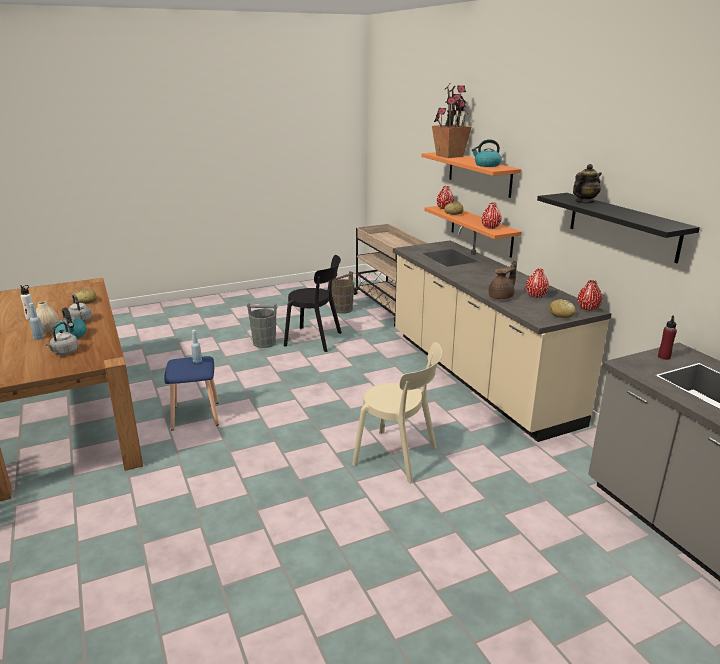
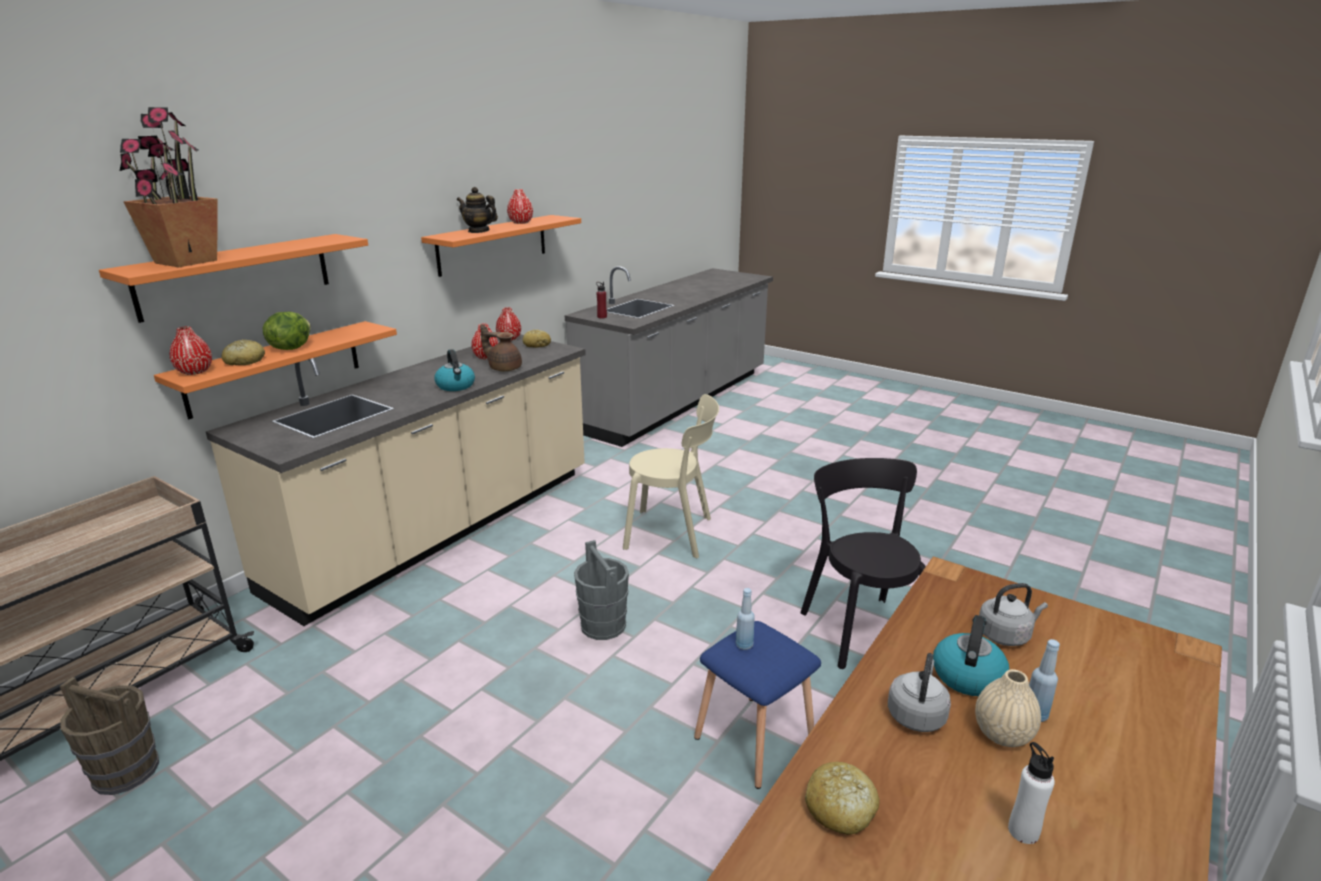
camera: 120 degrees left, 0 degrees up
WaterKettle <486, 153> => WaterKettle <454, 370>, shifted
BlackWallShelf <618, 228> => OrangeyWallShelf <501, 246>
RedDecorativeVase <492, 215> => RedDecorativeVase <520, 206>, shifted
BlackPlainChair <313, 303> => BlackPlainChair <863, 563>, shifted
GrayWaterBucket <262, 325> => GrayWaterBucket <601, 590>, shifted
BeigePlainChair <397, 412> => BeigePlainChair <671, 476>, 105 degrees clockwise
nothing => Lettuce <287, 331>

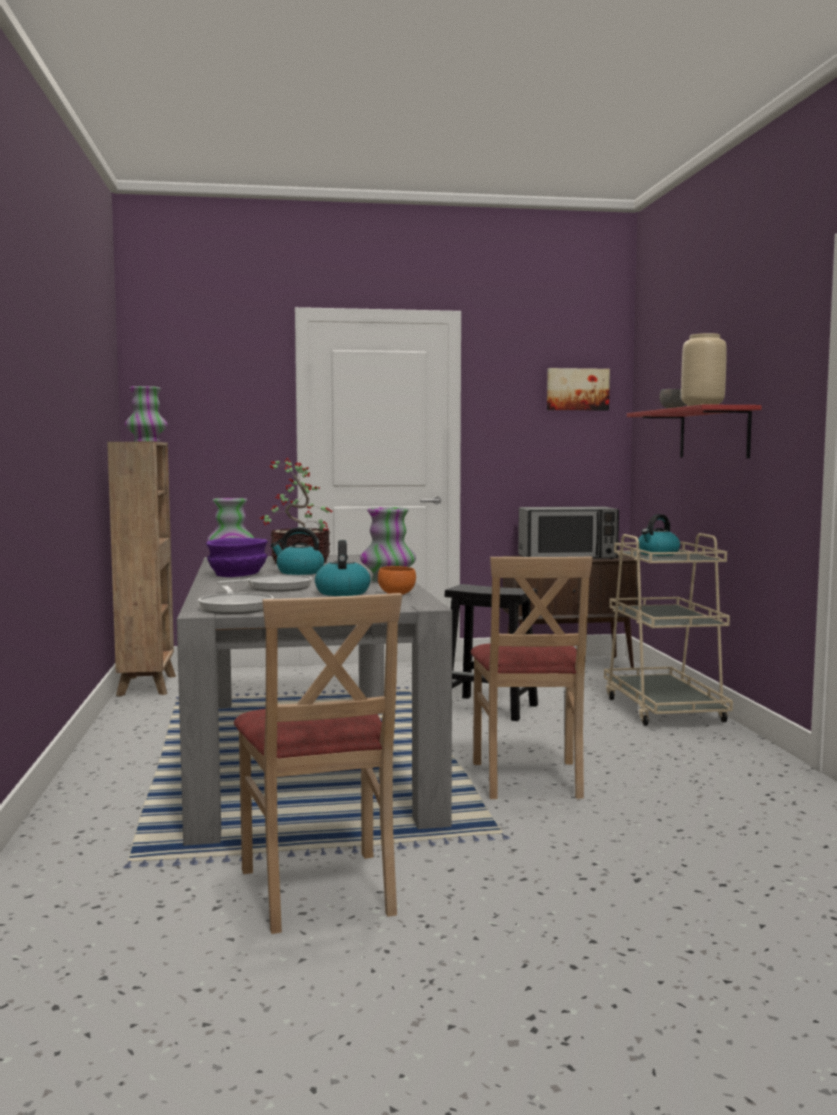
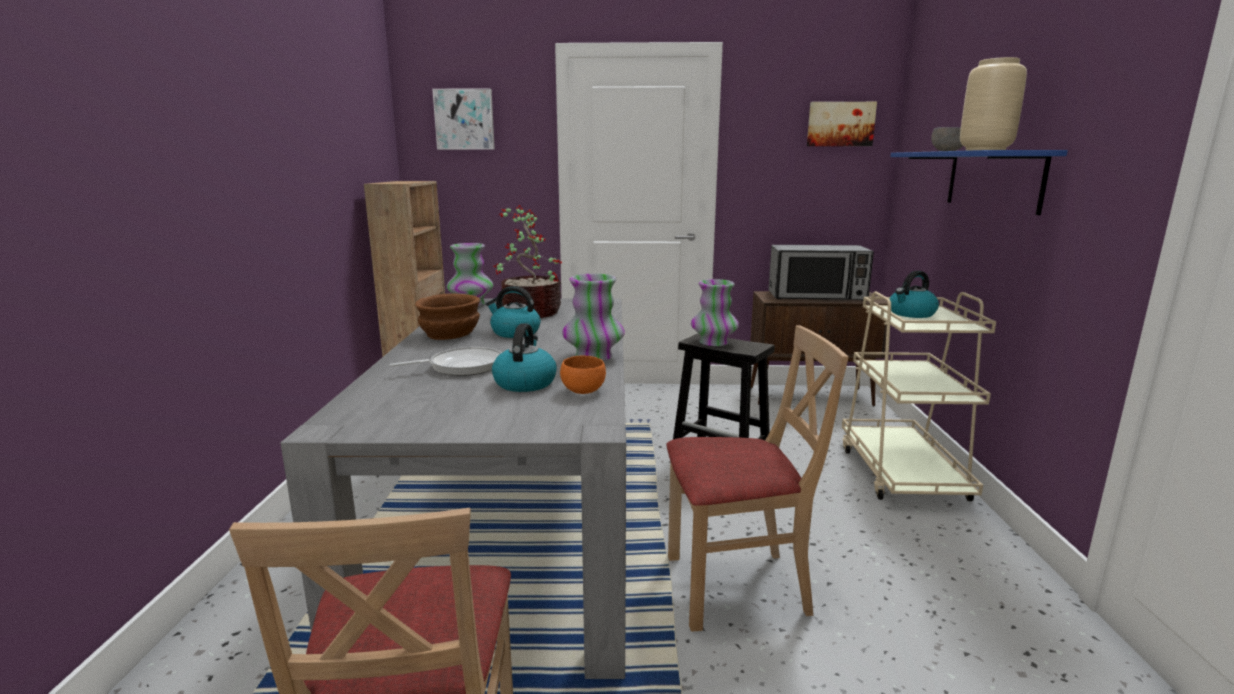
camera: 10 degrees right, 10 degrees up
DecorativeVase <146, 414> => DecorativeVase <715, 312>, shifted
RedWallShelf <694, 431> => BlueWallShelf <979, 182>
PurpleColouredBowl <237, 557> => BrownColouredBowl <447, 317>
BeigePlainChair <532, 677> => BeigePlainChair <757, 478>, 105 degrees counterclockwise
FryingPan <236, 600> => nothing
nothing => WallPicture <463, 119>

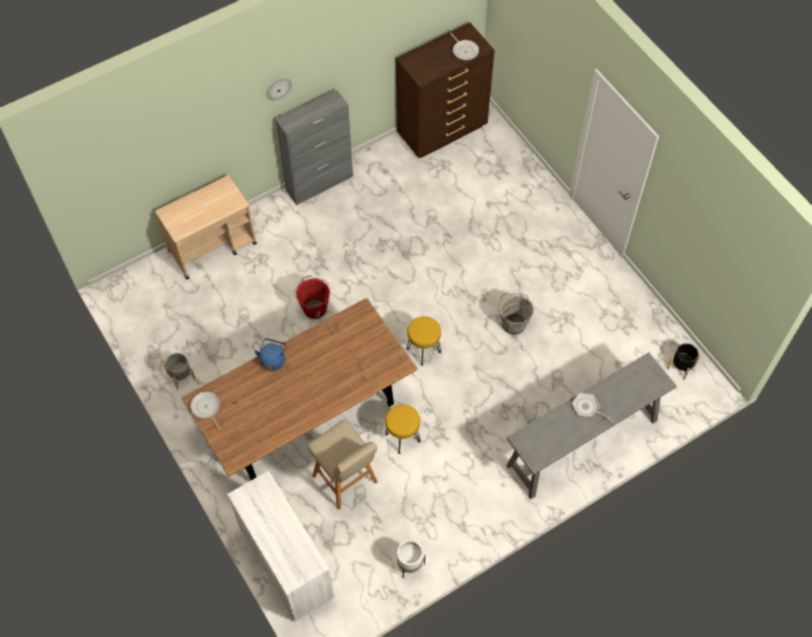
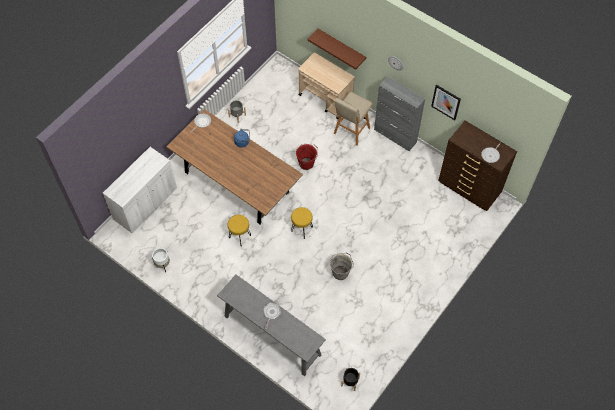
camera: 70 degrees right, 0 degrees up
BeigeStoolSeat <343, 465> => BeigeStoolSeat <353, 119>, shifted
nothing => BrownColouredWallShelf <337, 49>
nothing => WallPicture <446, 102>

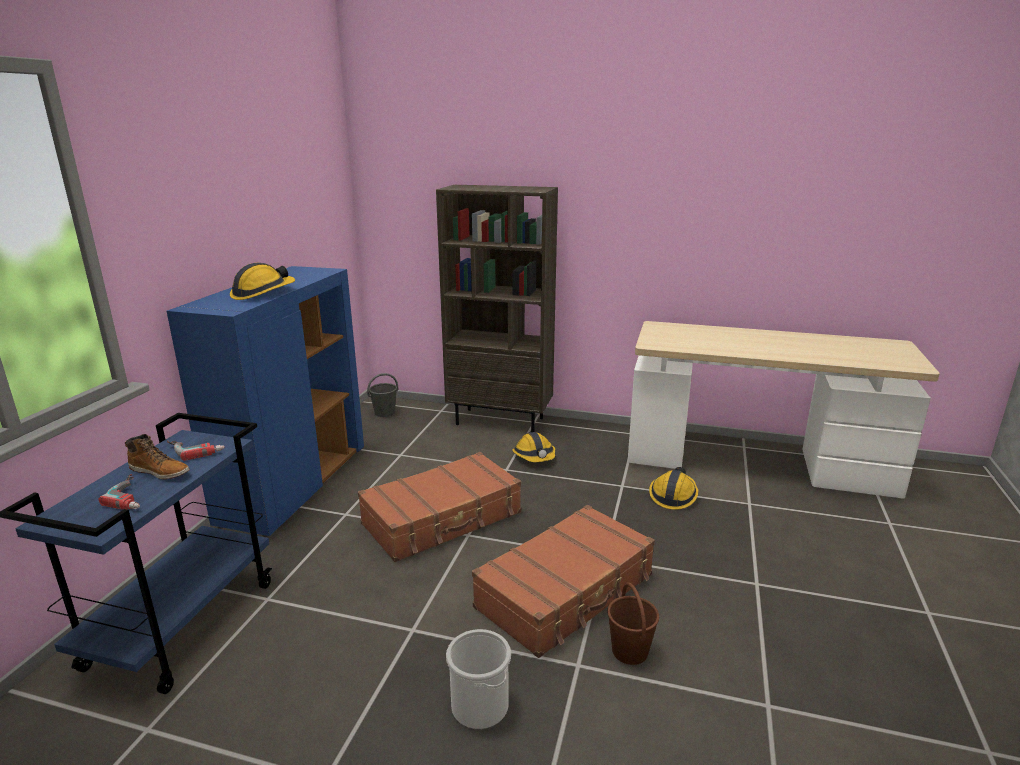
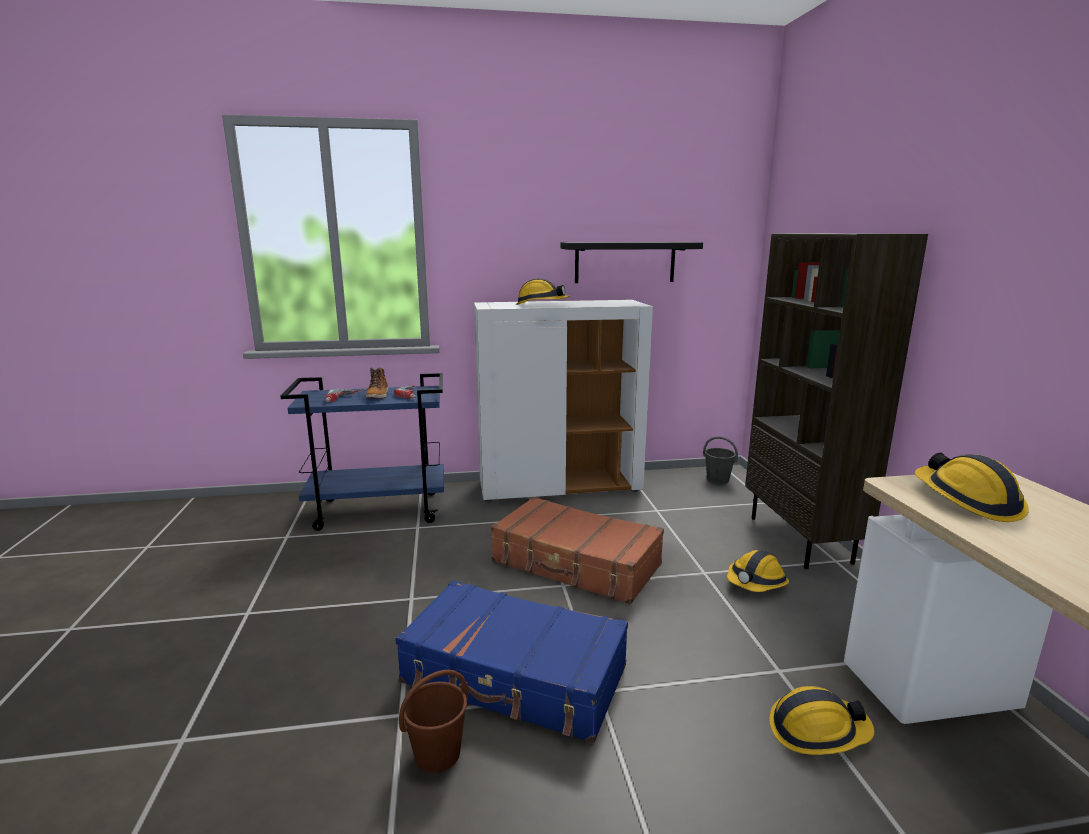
camera: 65 degrees right, 5 degrees down
BlueCabinet <265, 401> => WhitishCabinet <563, 401>
BrownColouredTravelCase <563, 581> => BlueTravelCase <511, 661>
WaterBucket <478, 679> => nothing
nothing => BlackWallShelf <632, 262>
nothing => SafetyHelmet <972, 487>

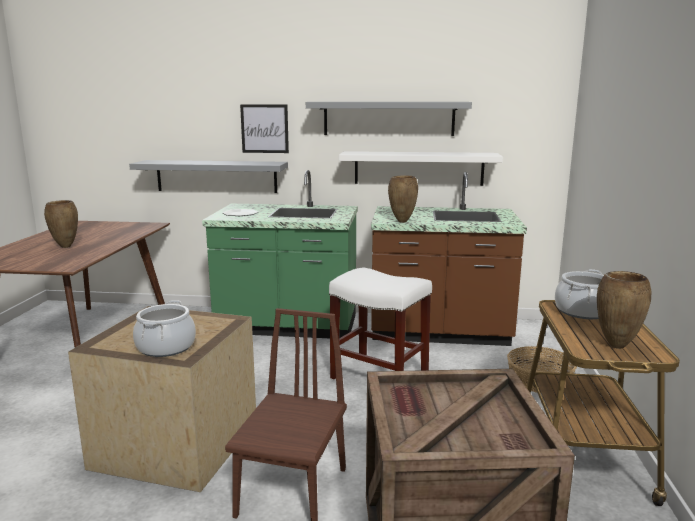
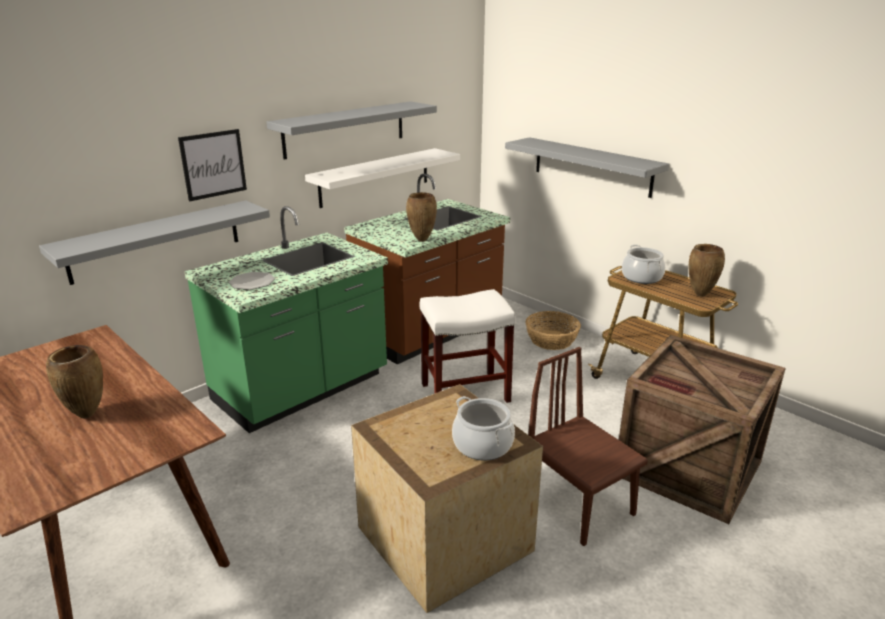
camera: 50 degrees left, 10 degrees up
nothing => GrayWallShelf <587, 167>

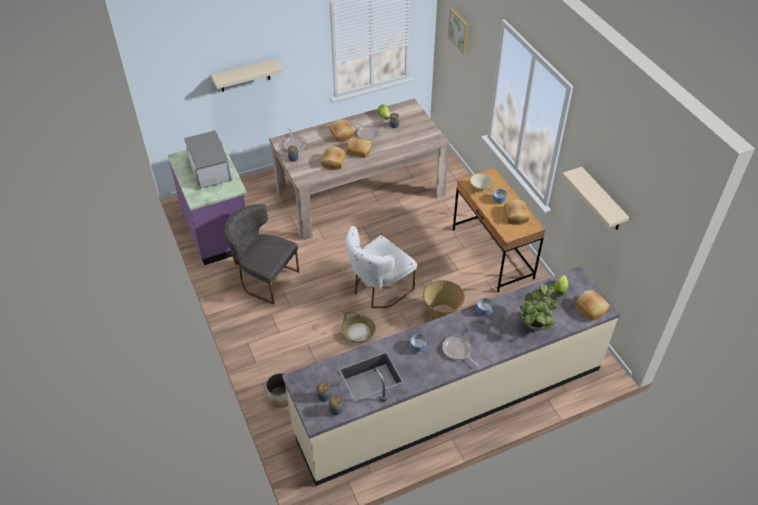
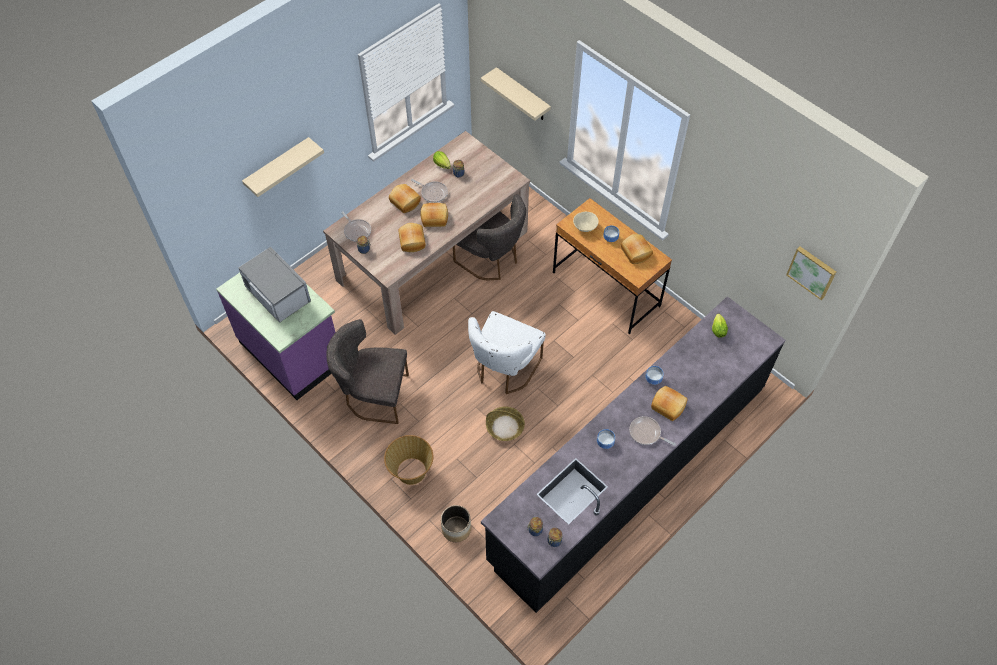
camera: 20 degrees left, 10 degrees up
WallPicture <458, 31> => WallPicture <811, 273>, shifted
BeigeWallShelf <595, 198> => BeigeWallShelf <516, 94>, shifted
BeigeKitchenBaseUnit <451, 376> => BlackKitchenBaseUnit <633, 454>
StorageBasket <444, 300> => StorageBasket <409, 460>, shifted
PlantInAPot <538, 306> => nothing
BakeryBread <592, 305> => BakeryBread <669, 403>, shifted
nothing => GrayPlainChair <489, 237>

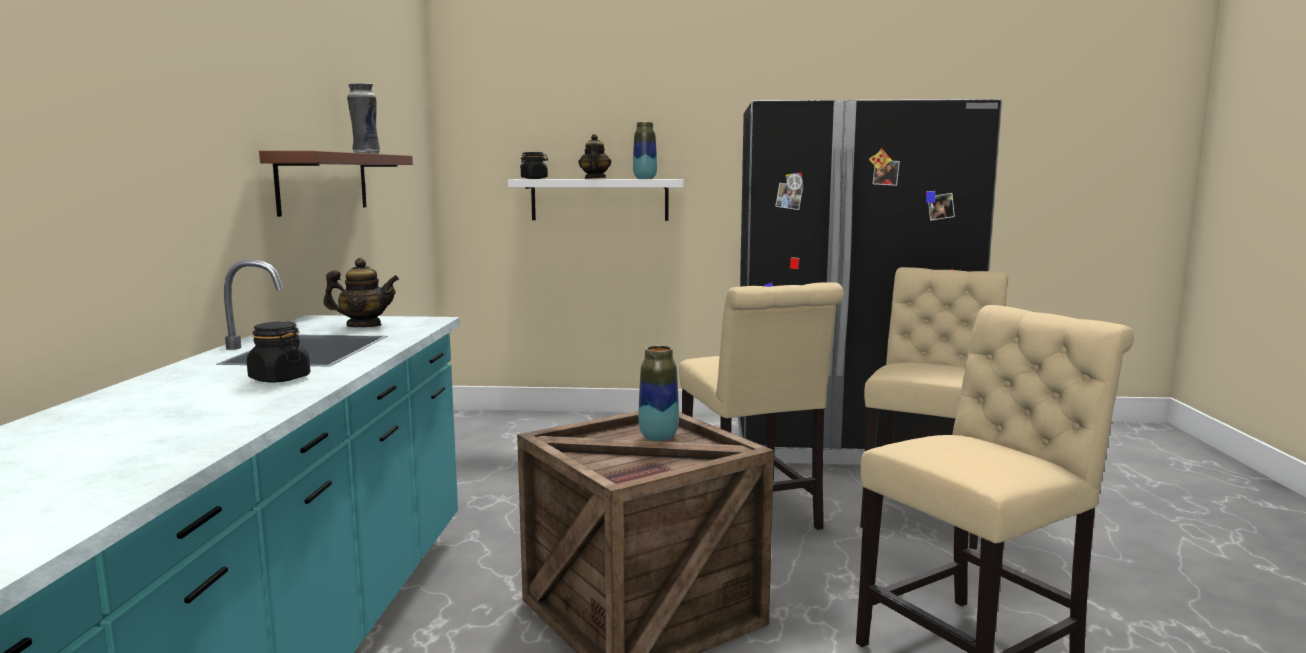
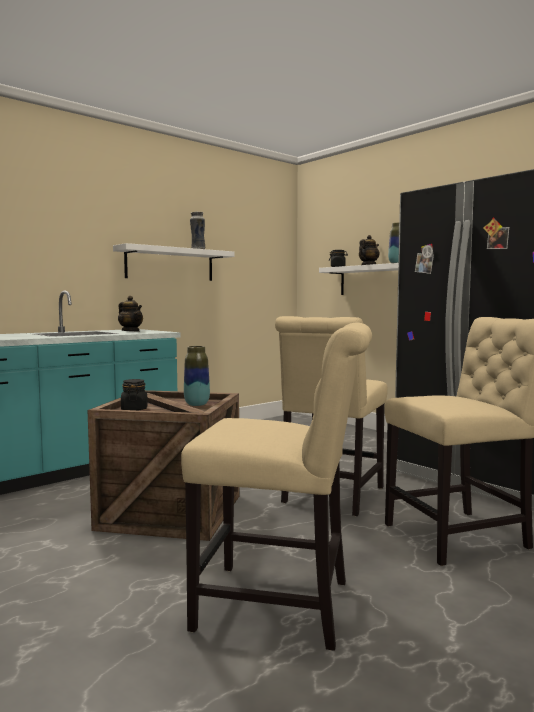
camera: 45 degrees right, 5 degrees down
BrownColouredWallShelf <336, 184> => WhitishWallShelf <174, 262>
BlackStorageJar <278, 351> => BlackStorageJar <134, 394>, shifted

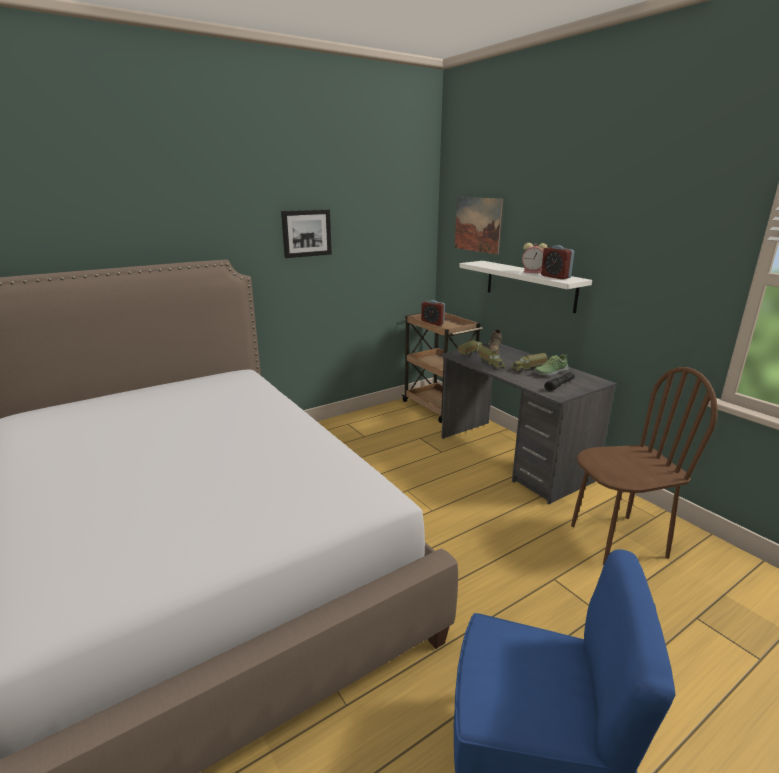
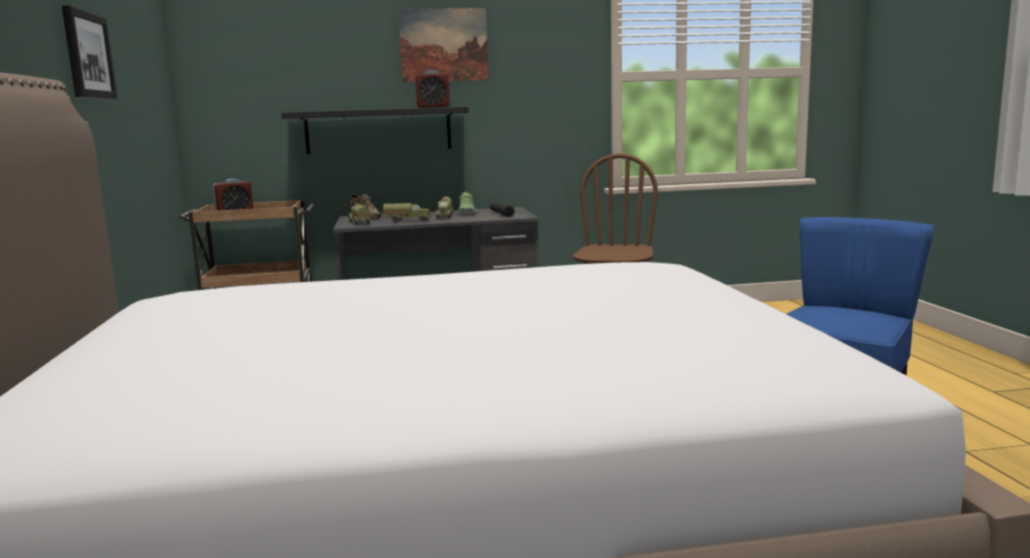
camera: 65 degrees left, 10 degrees down
WallPicture <479, 226> => WallPicture <443, 45>, shifted
BedsideClock <535, 258> => nothing
WhitishWallShelf <525, 287> => BlackWallShelf <375, 130>

